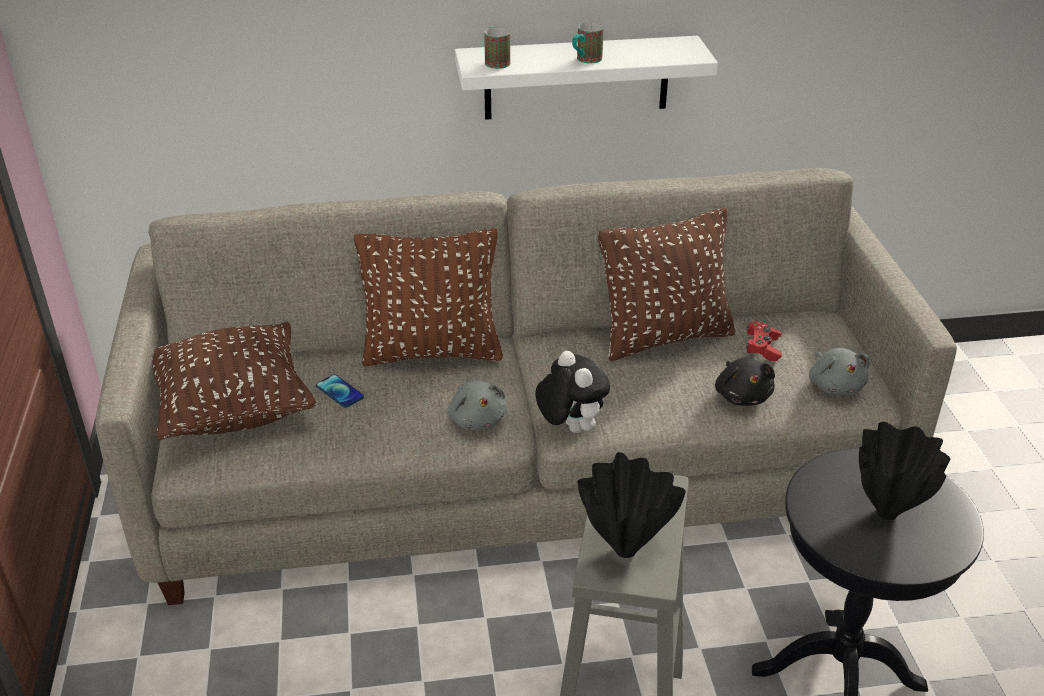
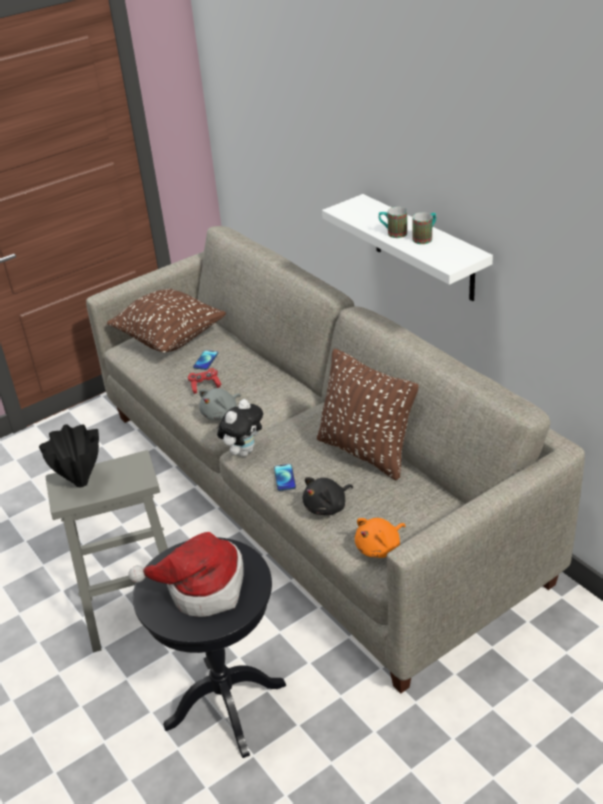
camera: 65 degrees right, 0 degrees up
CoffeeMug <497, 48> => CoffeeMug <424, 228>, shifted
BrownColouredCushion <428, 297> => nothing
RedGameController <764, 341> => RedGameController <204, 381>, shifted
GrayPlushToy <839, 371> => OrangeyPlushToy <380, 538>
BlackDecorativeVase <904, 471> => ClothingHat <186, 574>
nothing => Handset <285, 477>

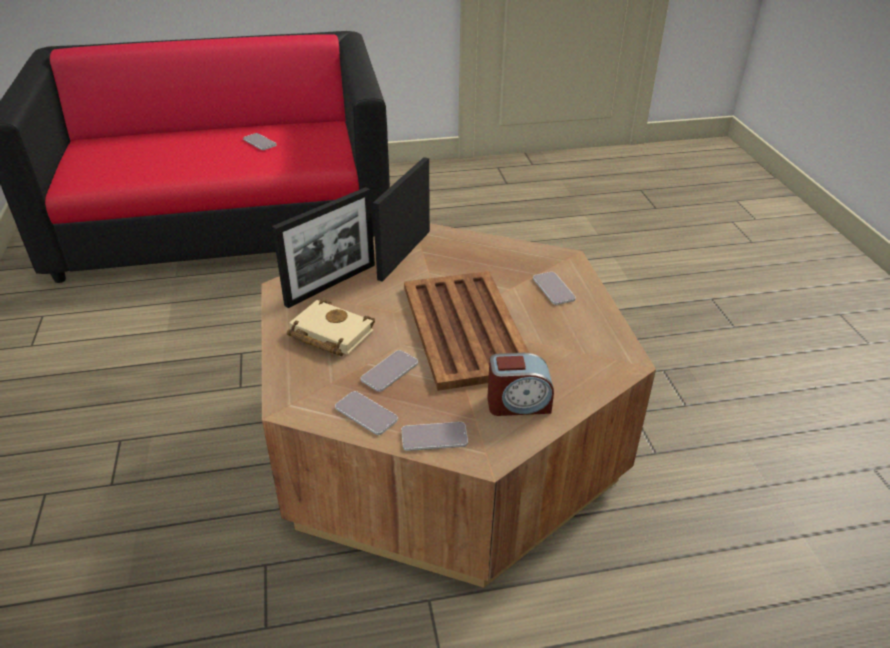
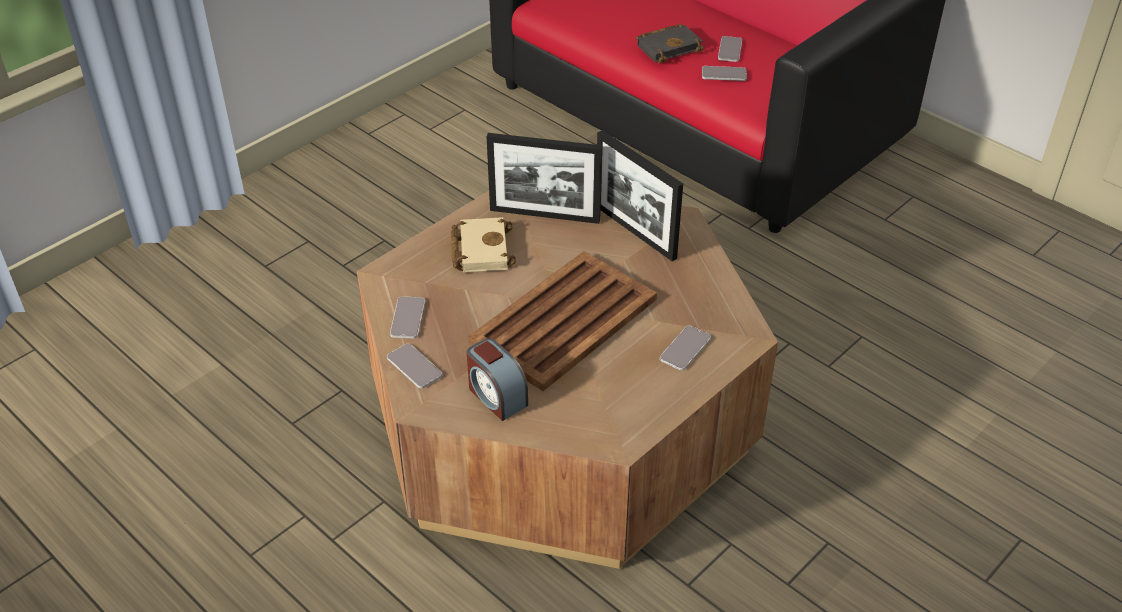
camera: 55 degrees right, 5 degrees up
PhotoFrame <401, 219> => PhotoFrame <640, 195>, 120 degrees counterclockwise
Handset <389, 371> => Handset <724, 73>, shifted
nothing => BlackBoundBook <670, 43>

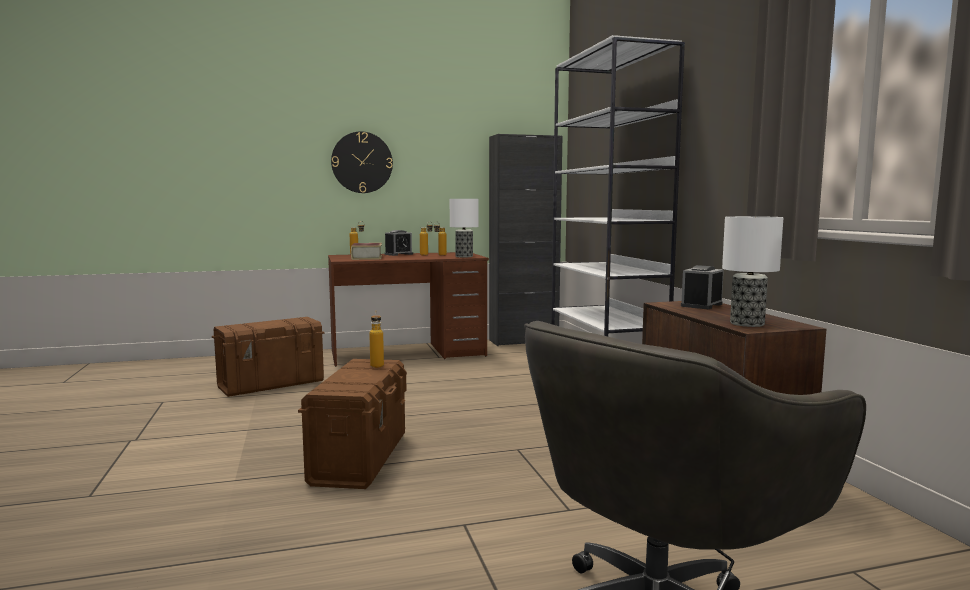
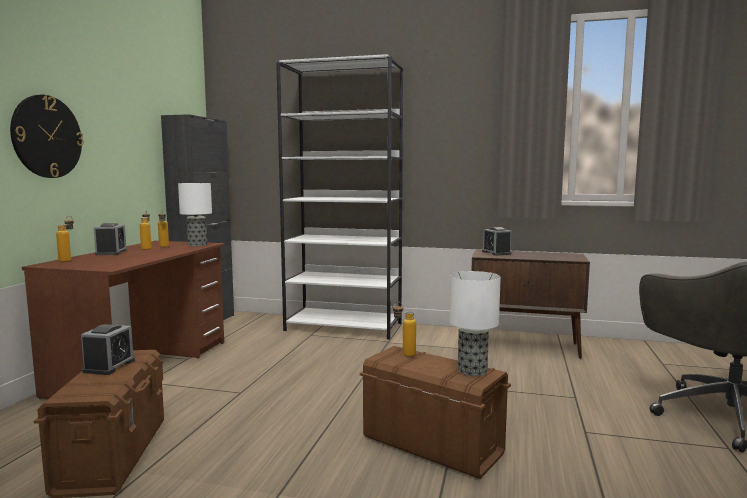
camera: 60 degrees left, 0 degrees up
TabletopLamp <752, 271> => TabletopLamp <475, 323>, shifted
BoundBook <366, 251> => nothing
nothing => BedsideClock <108, 349>

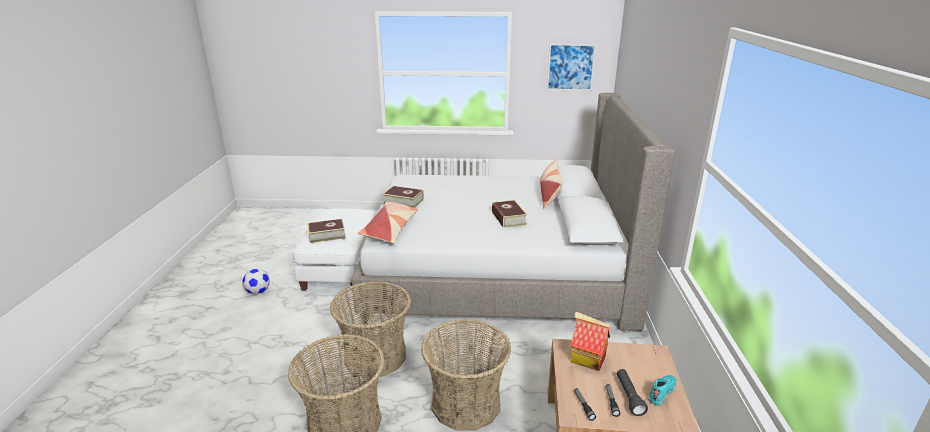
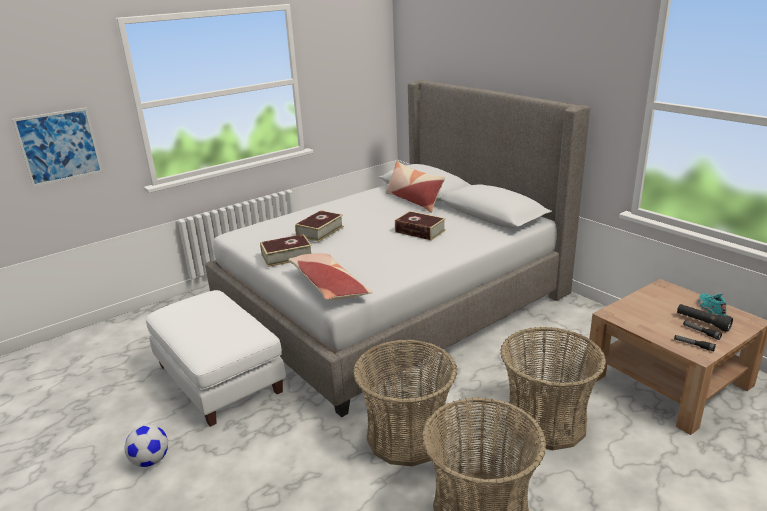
camera: 40 degrees left, 0 degrees up
WallPicture <571, 67> => WallPicture <57, 147>, shifted
BoundBook <326, 231> => BoundBook <319, 226>, shifted
ModelHouse <591, 341> => nothing

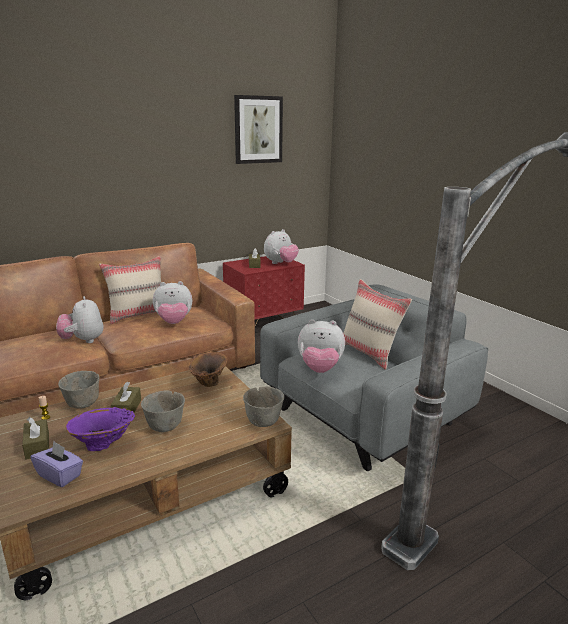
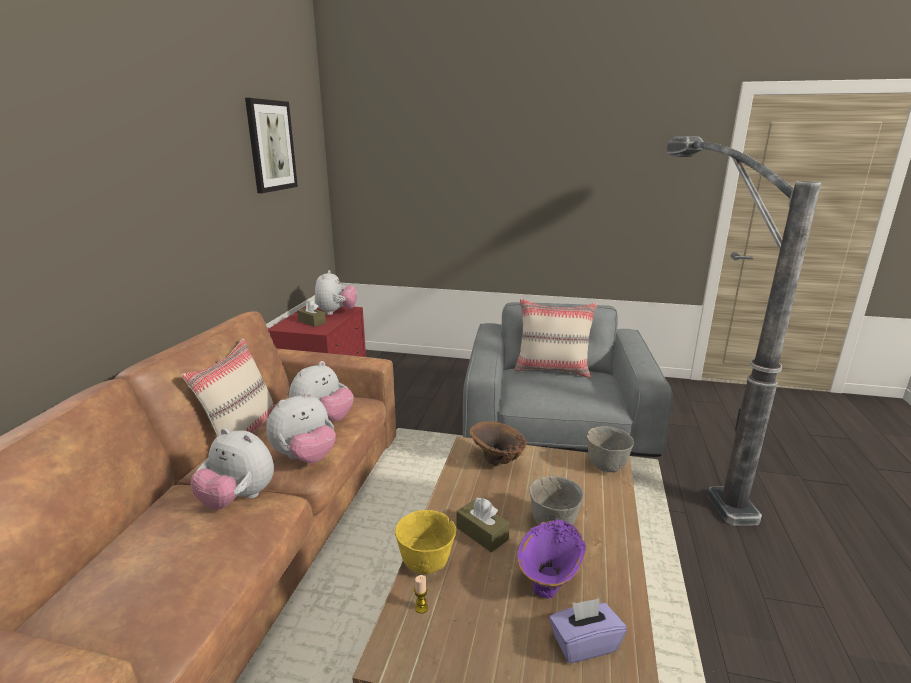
camera: 45 degrees left, 0 degrees up
PlushToy <321, 346> => PlushToy <301, 427>, shifted
GrayBowl <79, 390> => YellowColouredBowl <425, 542>
BrownColouredTissueBox <35, 438> => nothing

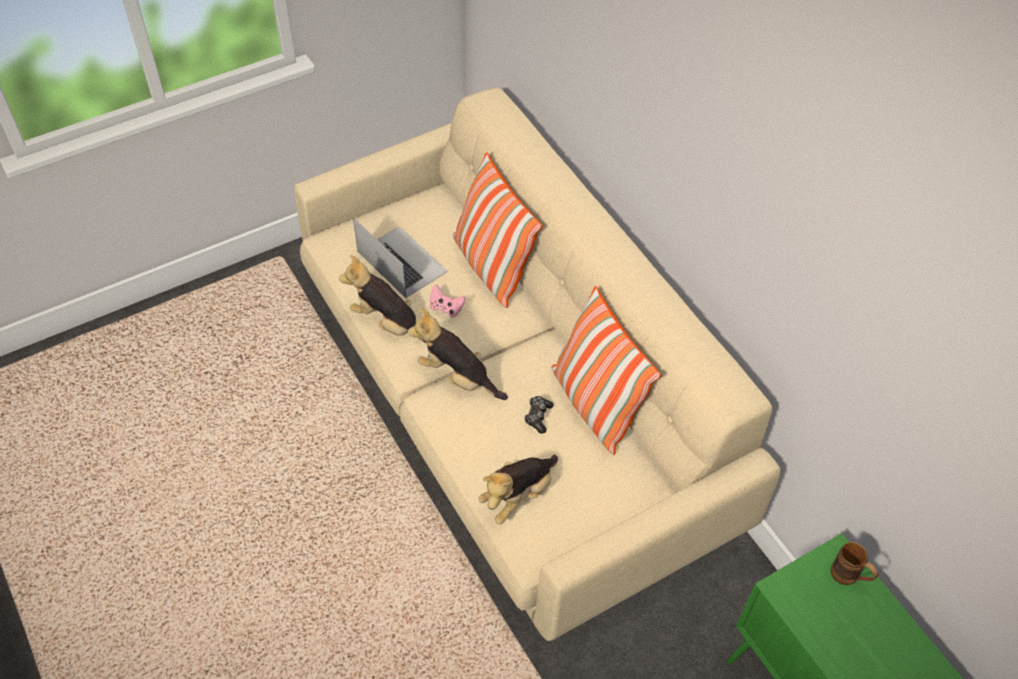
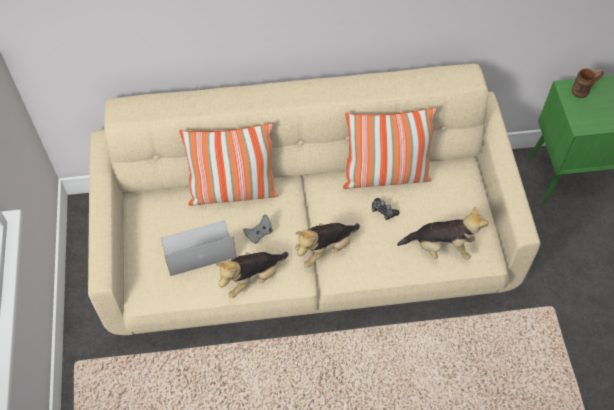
camera: 65 degrees left, 5 degrees up
PinkGameController <448, 301> => GrayGameController <257, 229>
PlushToy <518, 489> => PlushToy <443, 233>, 60 degrees counterclockwise

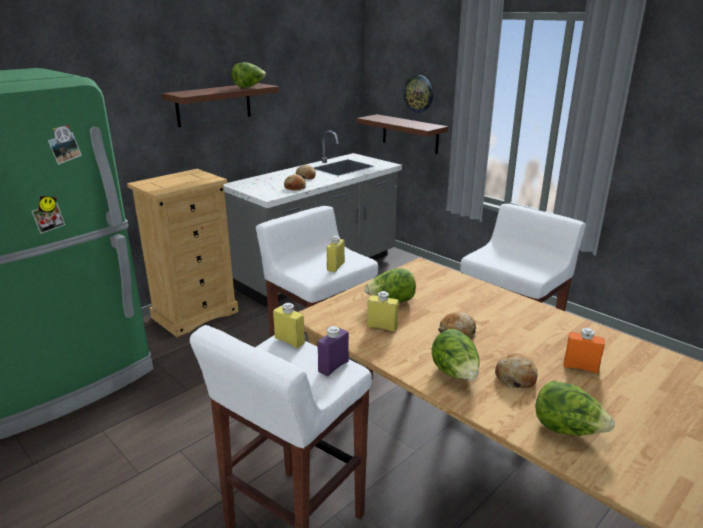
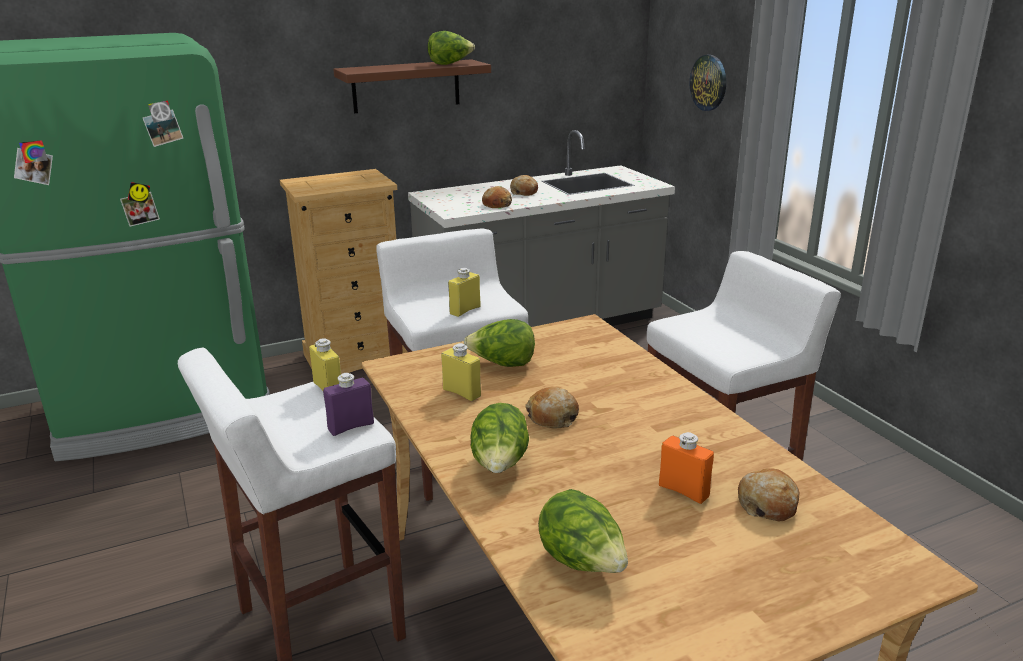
camera: 20 degrees right, 0 degrees up
BrownColouredWallShelf <402, 134> => nothing
BakeryBread <516, 370> => BakeryBread <769, 494>, shifted

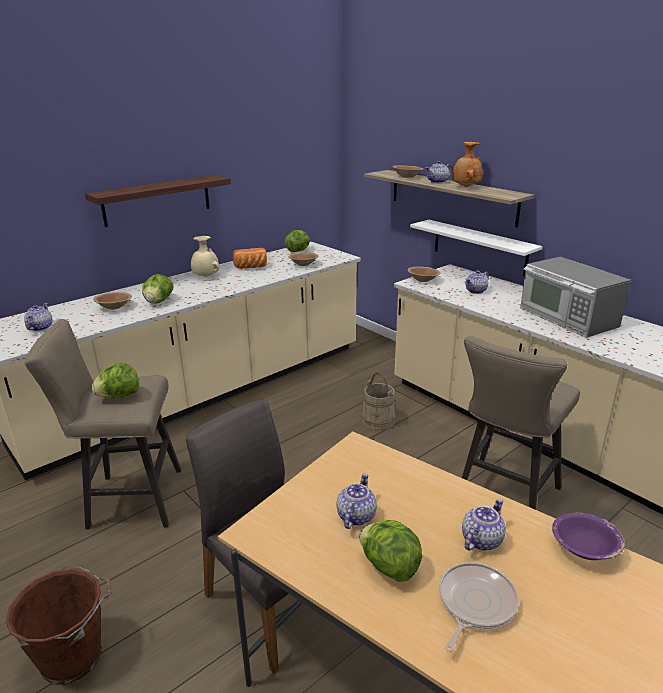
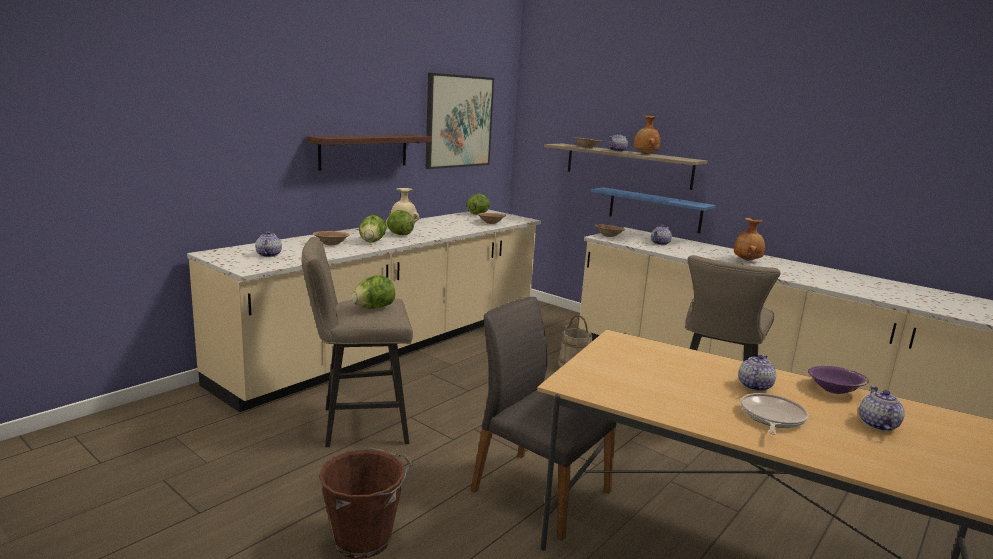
camera: 10 degrees left, 10 degrees down
WhitishWallShelf <476, 248> => BlueWallShelf <653, 210>
BakeryBread <249, 258> => nothing
MicrowaveOven <575, 297> => BrownColouredDecorativeVase <749, 239>
Teapot <356, 501> => Teapot <882, 408>, shifted
Lettuce <390, 551> => Lettuce <400, 222>, shifted
nothing => WallPicture <460, 121>

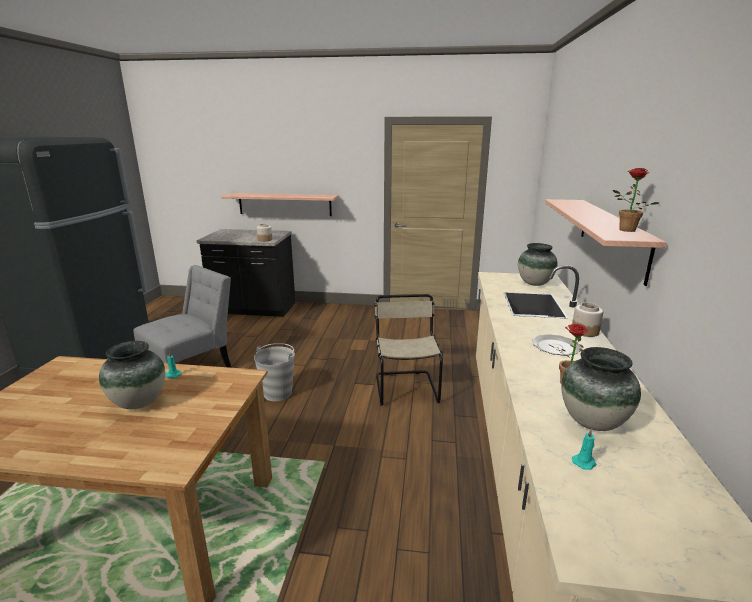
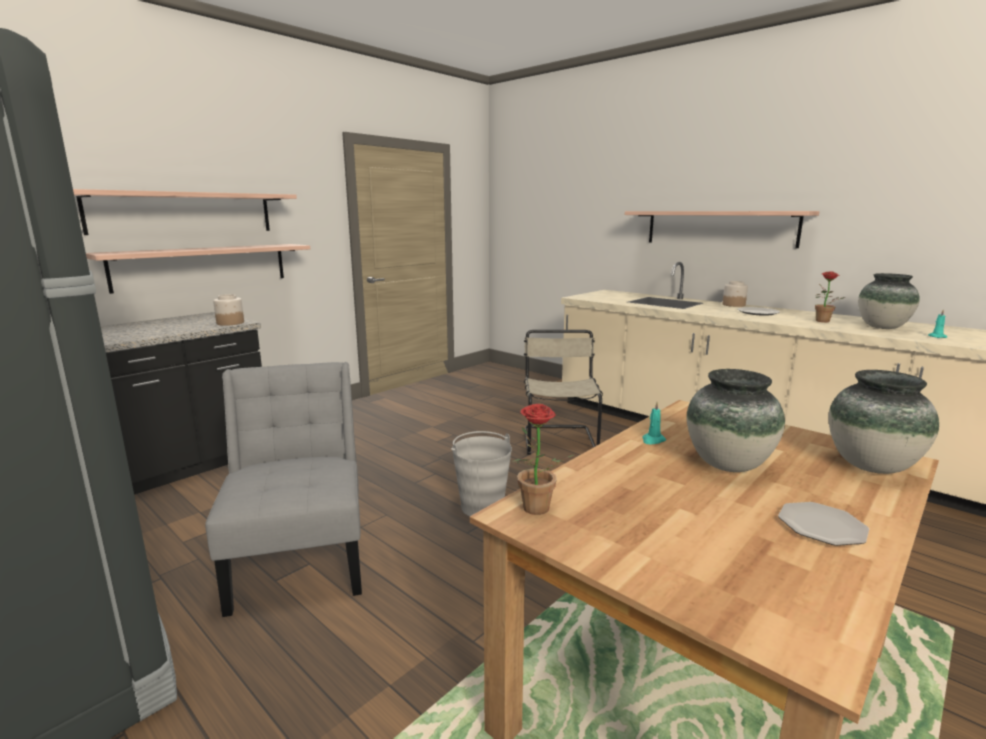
camera: 55 degrees left, 5 degrees down
PlantInAPot <636, 200> => PlantInAPot <543, 459>, shifted
DecorativeVase <538, 264> => DecorativeVase <883, 422>, shifted
BeigePlainChair <408, 349> => BeigePlainChair <563, 392>, 60 degrees clockwise
nothing => WallShelf <185, 212>
nothing => DinnerPlate <823, 524>

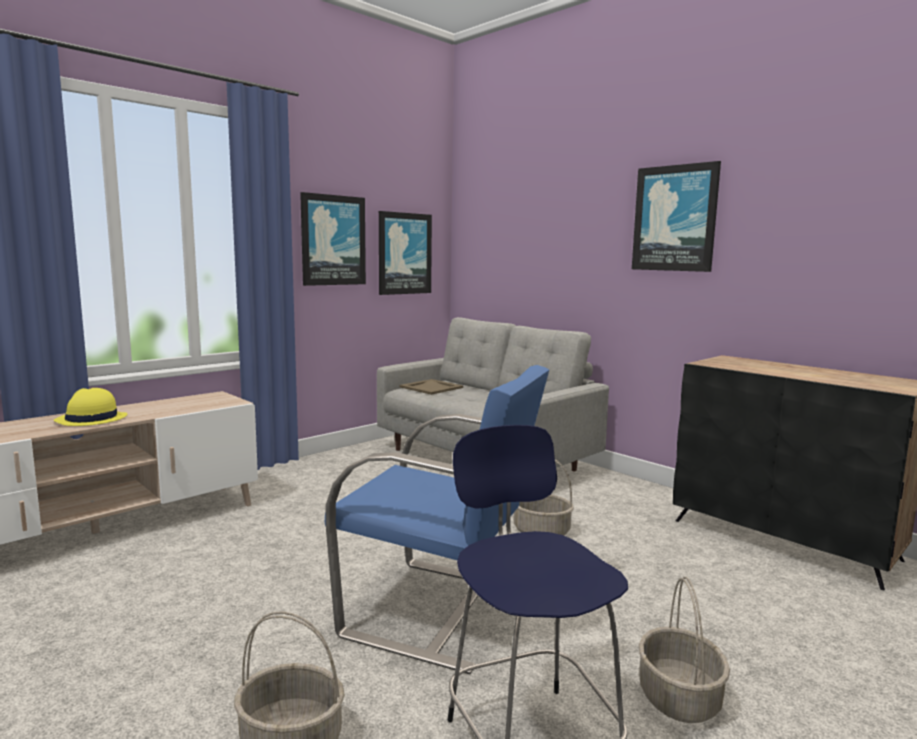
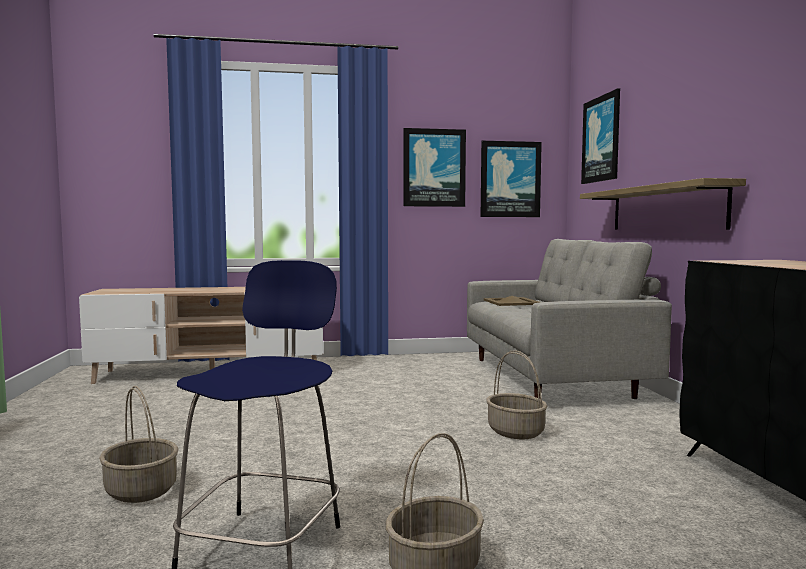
camera: 35 degrees right, 5 degrees down
WallPicture <676, 216> => WallPicture <600, 136>, shifted
BlueEasyChair <437, 520> => nothing
YellowColouredClothingHat <90, 407> => nothing
nothing => WallShelf <663, 204>

